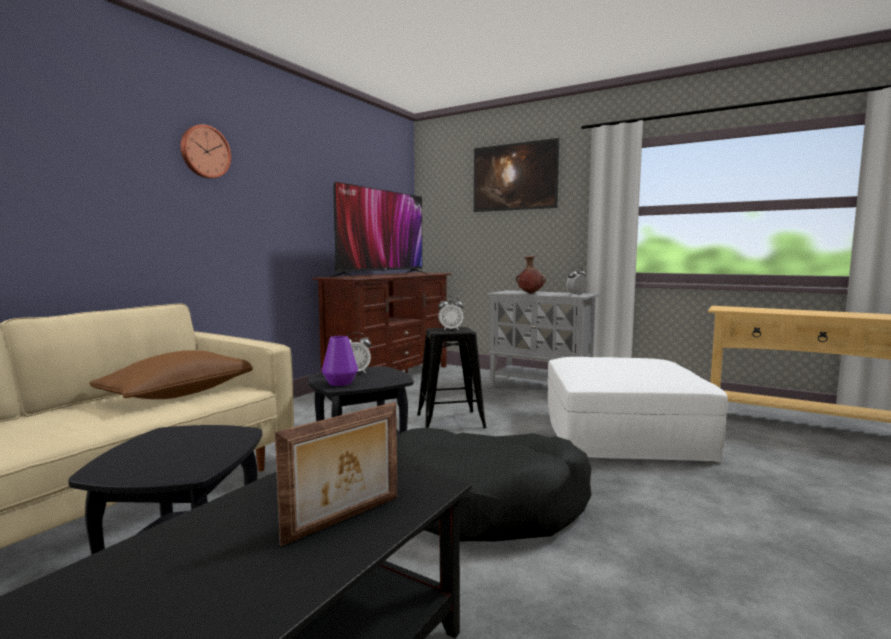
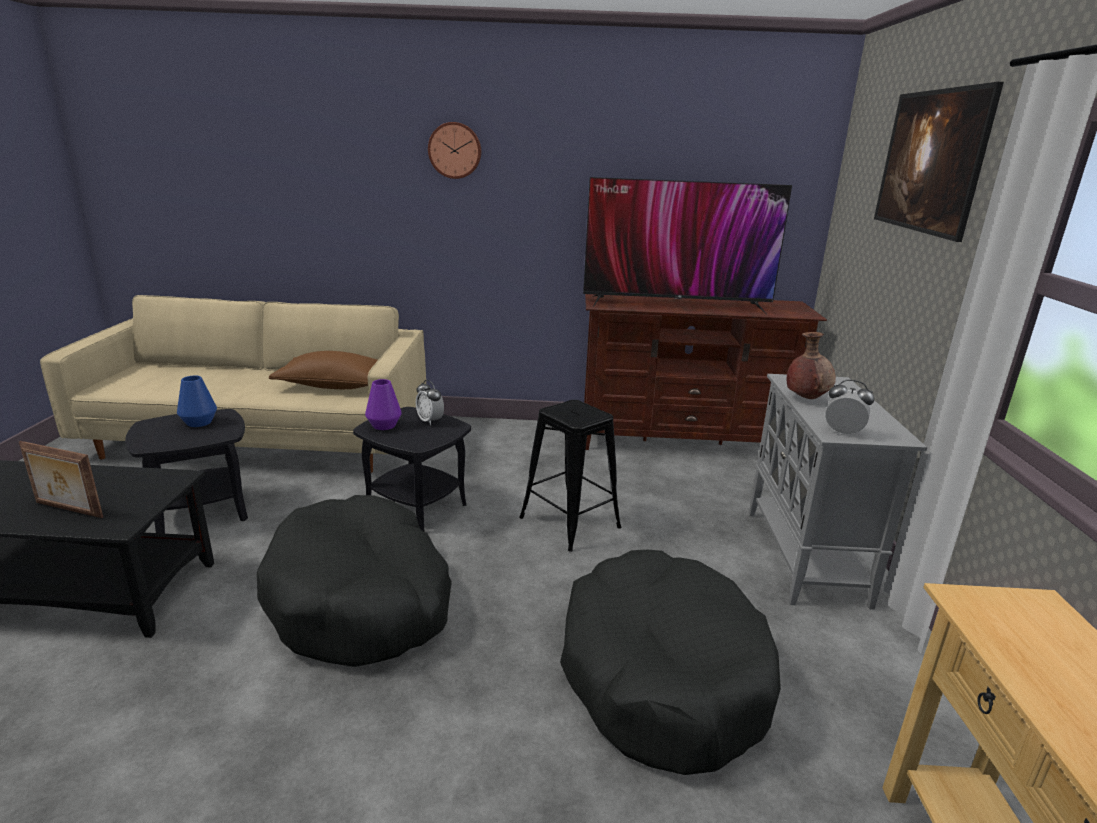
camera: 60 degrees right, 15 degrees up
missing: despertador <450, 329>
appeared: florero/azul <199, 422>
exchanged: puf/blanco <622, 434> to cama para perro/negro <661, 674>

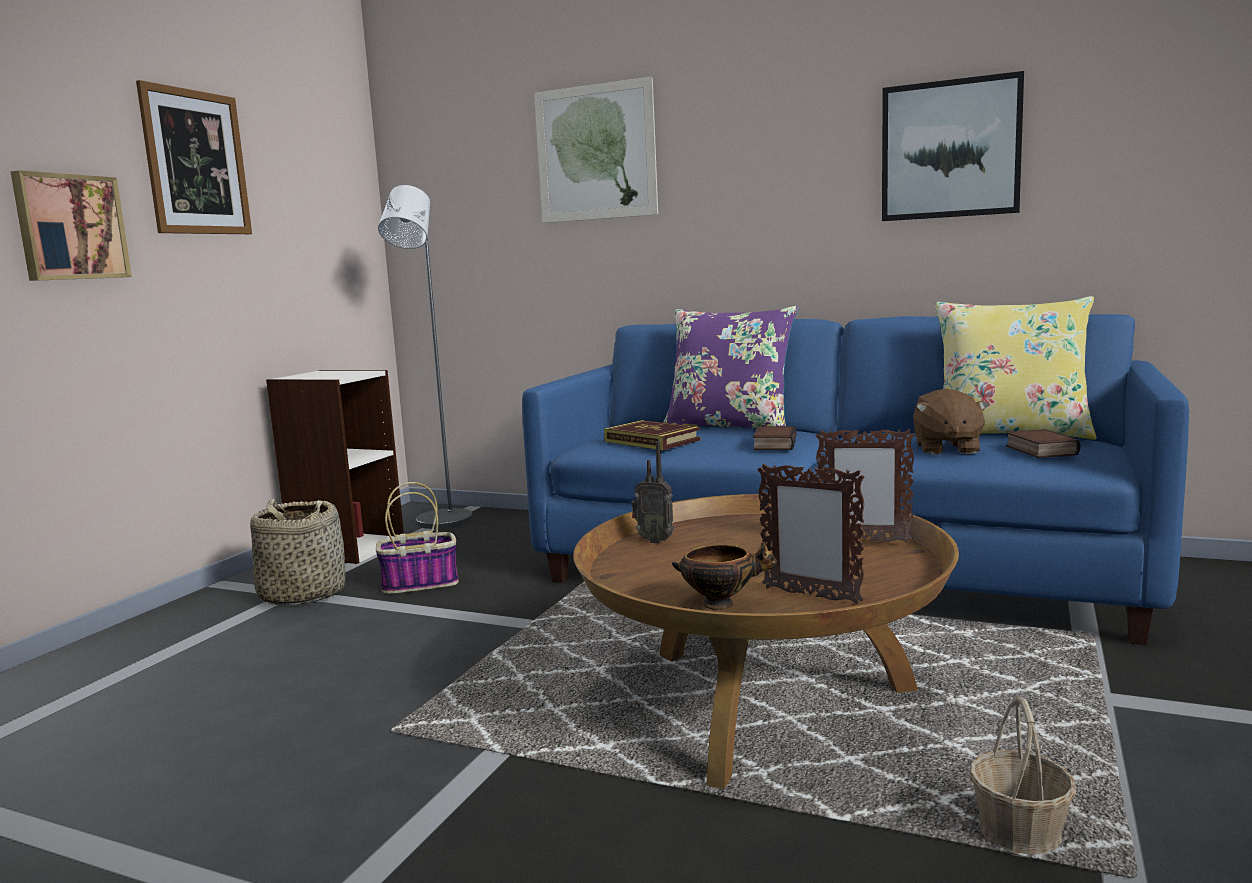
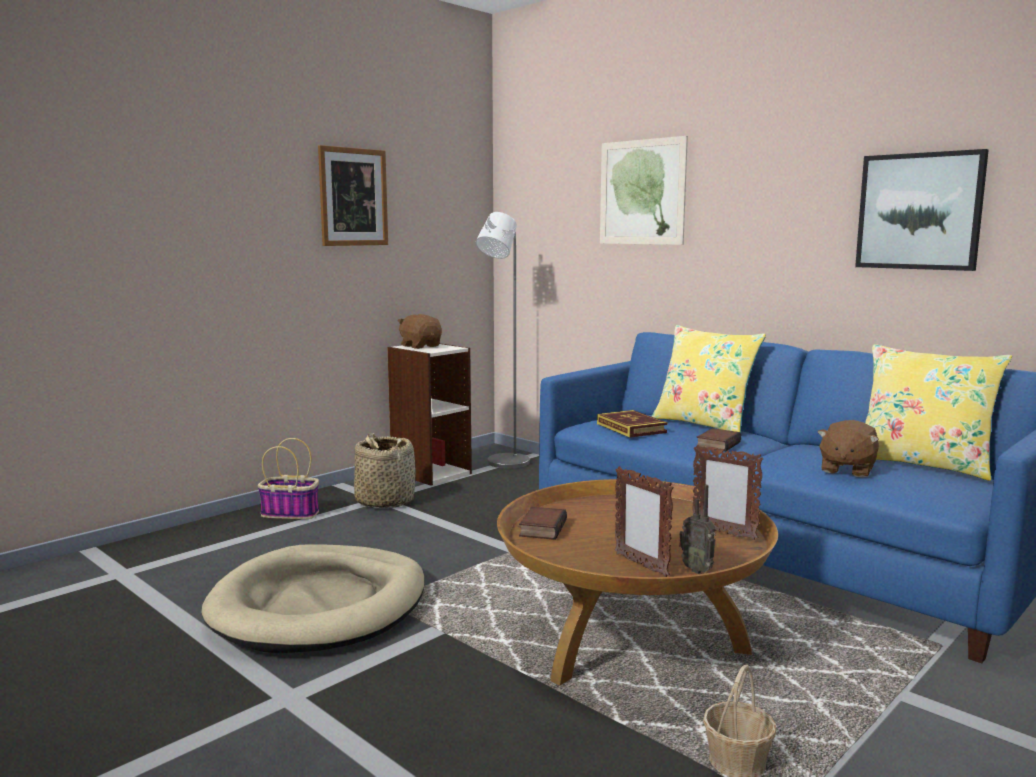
camera: 20 degrees right, 0 degrees up
missing: cuadro <70, 227>; cuenco <722, 604>
appeared: cama para perro/beis <320, 605>; peluche/marrón <420, 346>
relocated: cesta <421, 583> to <291, 513>; libro <1039, 450> to <541, 528>; radio <655, 540> to <697, 570>
colour: cojín/morado <730, 427> to cojín/amarillo <704, 424>

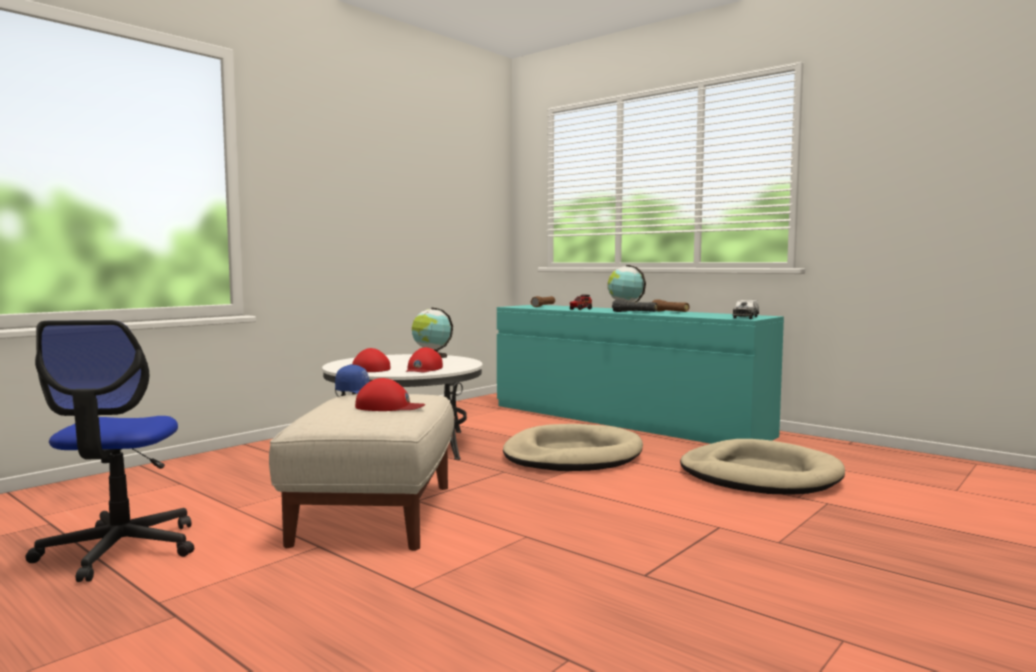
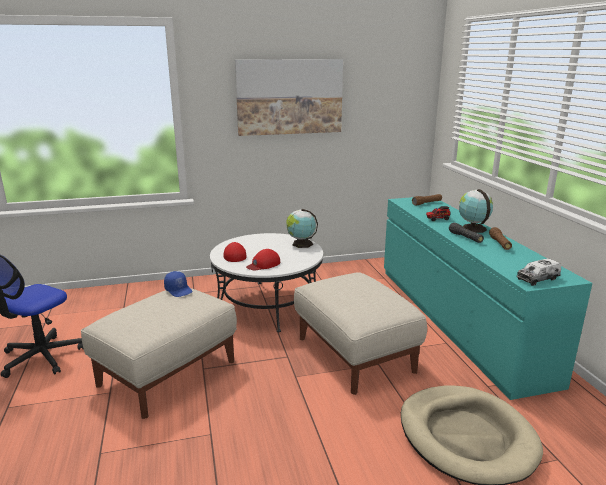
camera: 35 degrees right, 15 degrees up
missing: gorra/rojo <389, 407>
appeared: cuadro <289, 97>
exchanged: cama para perro/beis <572, 455> to puf/beis <355, 354>

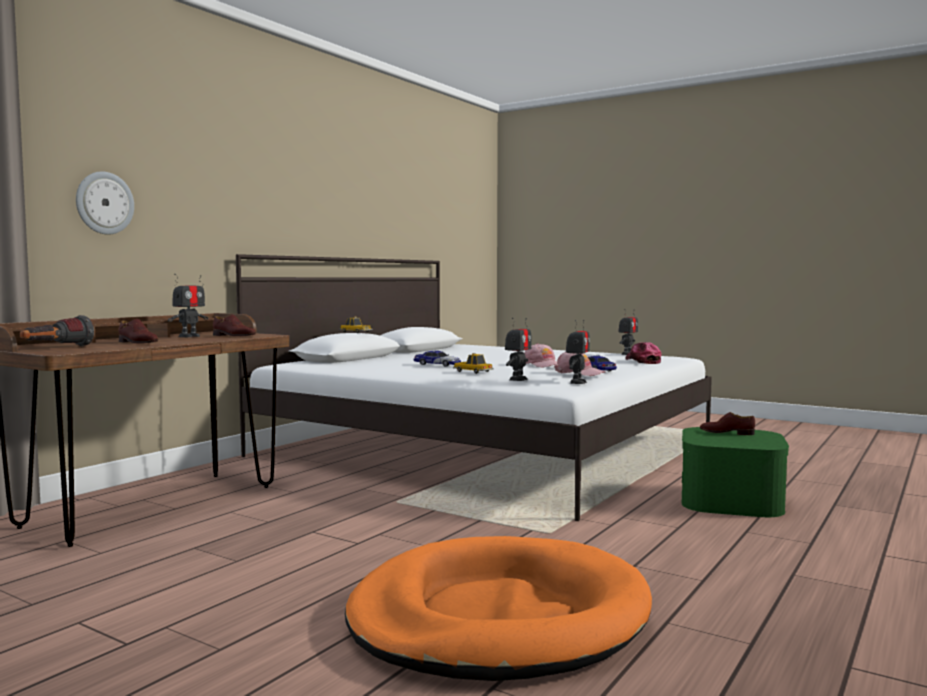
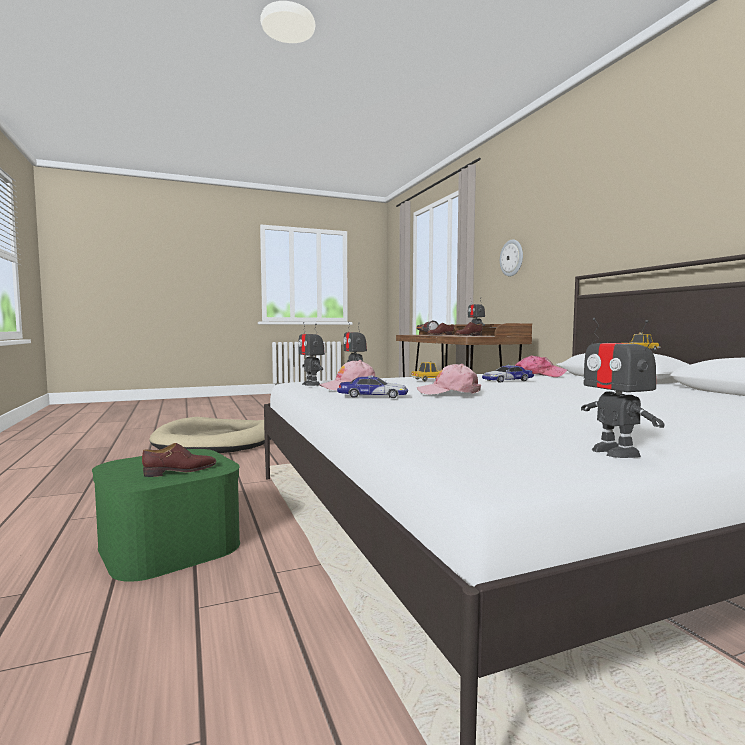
camera: 125 degrees right, 0 degrees up
relocated: gorra <642, 361> to <538, 375>
colour: cama para perro/naranja <498, 618> to cama para perro/beis <217, 441>

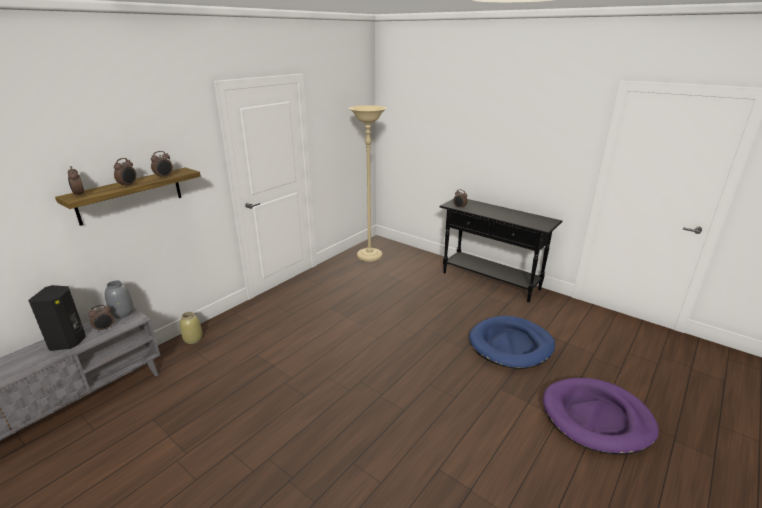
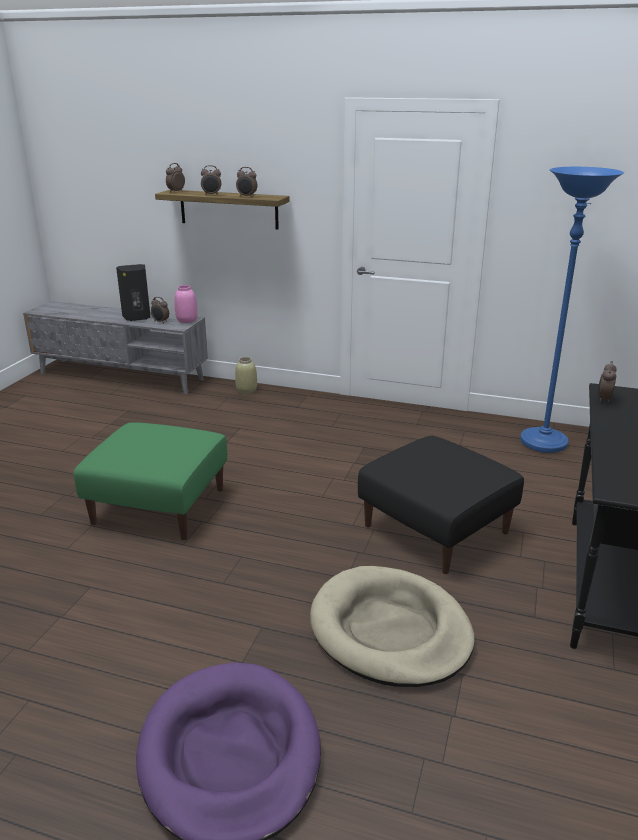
camera: 70 degrees right, 0 degrees up
appeared: puf/verde <160, 506>; puf/negro <434, 529>
colour: florero/gris <122, 313> to florero/rosa <186, 320>; cama para perro/azul <511, 345> to cama para perro/beis <390, 631>; lámpara de pie/beis <369, 256> to lámpara de pie/azul <543, 443>

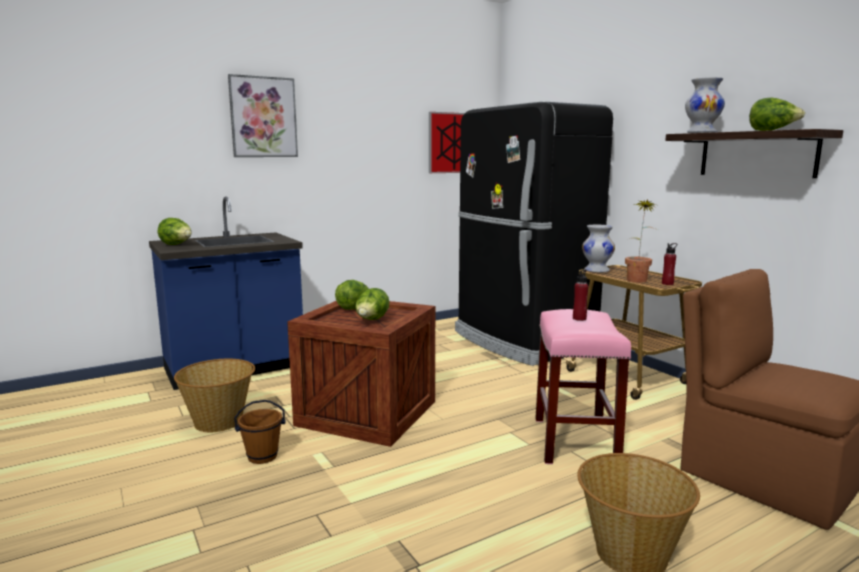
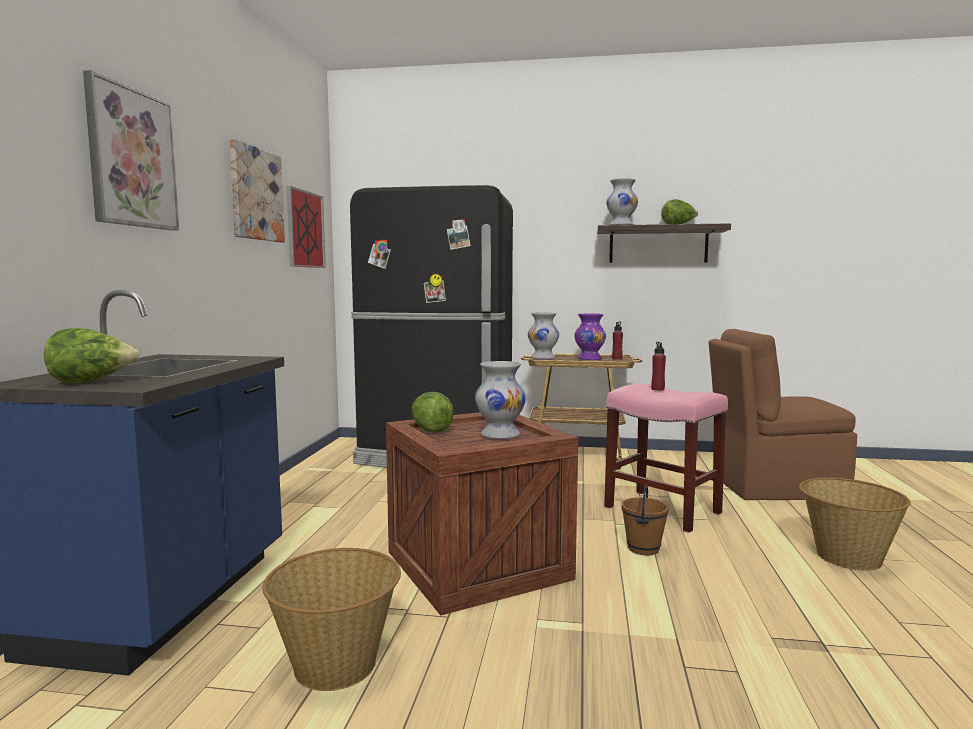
camera: 50 degrees left, 5 degrees down
appeared: cuadro <255, 194>
relocated: cubo/marrón <262, 456> to <642, 549>
exchanged: lechuga <372, 320> to florero/blanco <500, 434>; planta en maceta <638, 279> to florero/morado <589, 359>

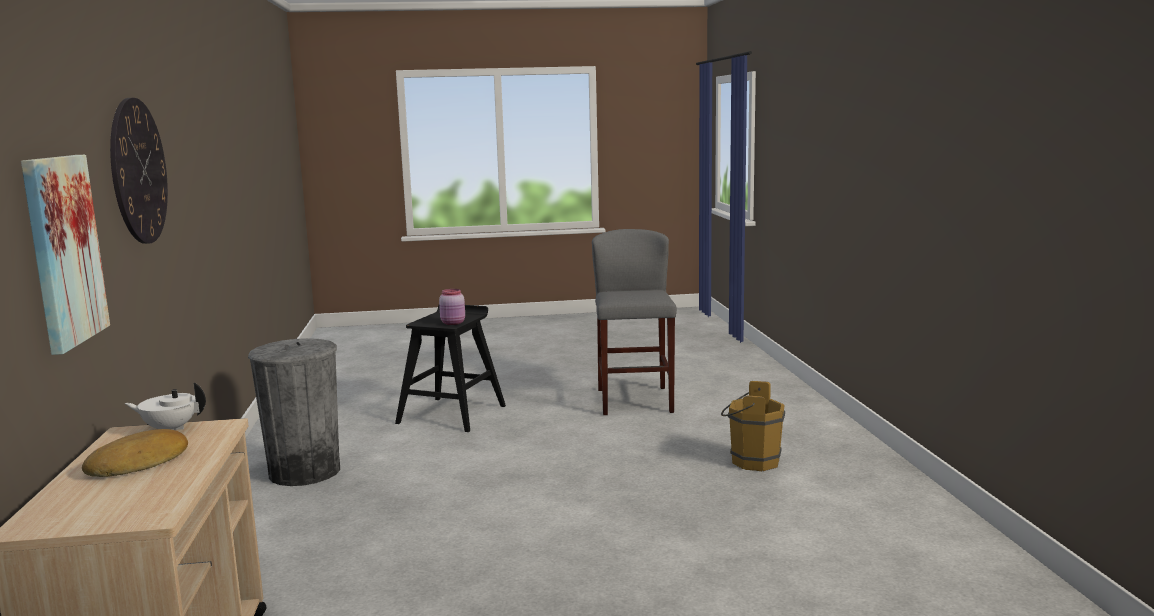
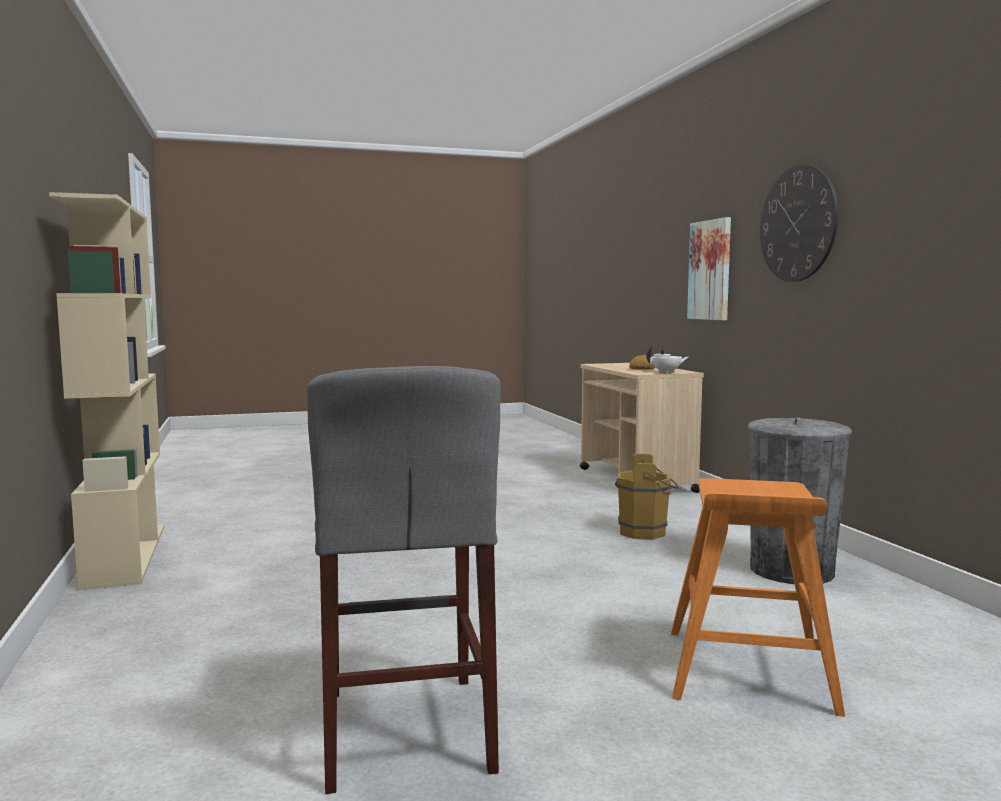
camera: 170 degrees right, 5 degrees down
missing: tarro/rosa <453, 323>
appeared: estantería/beis <125, 554>
relocated: cubo/marrón <751, 461> to <646, 533>
colour: taburete/negro <452, 414> to taburete/naranja <748, 671>

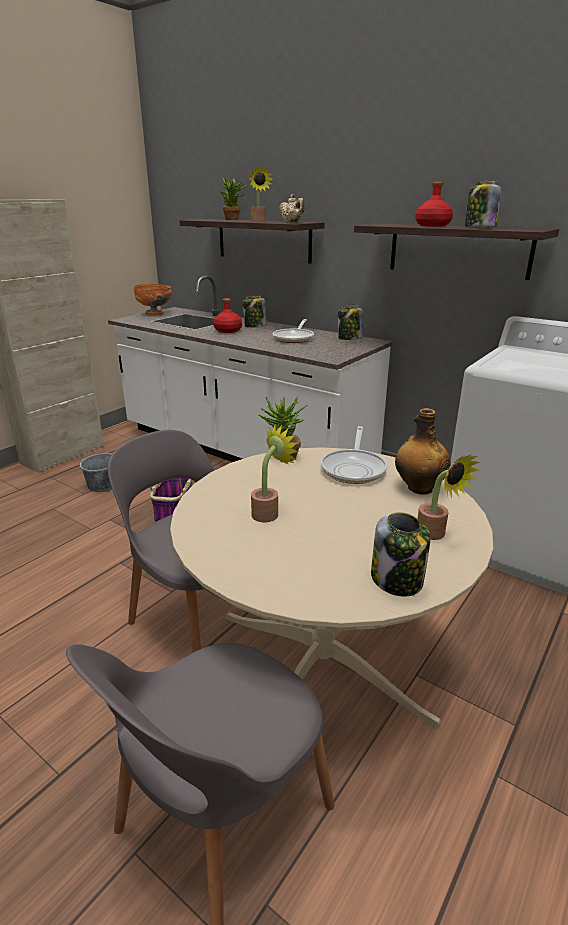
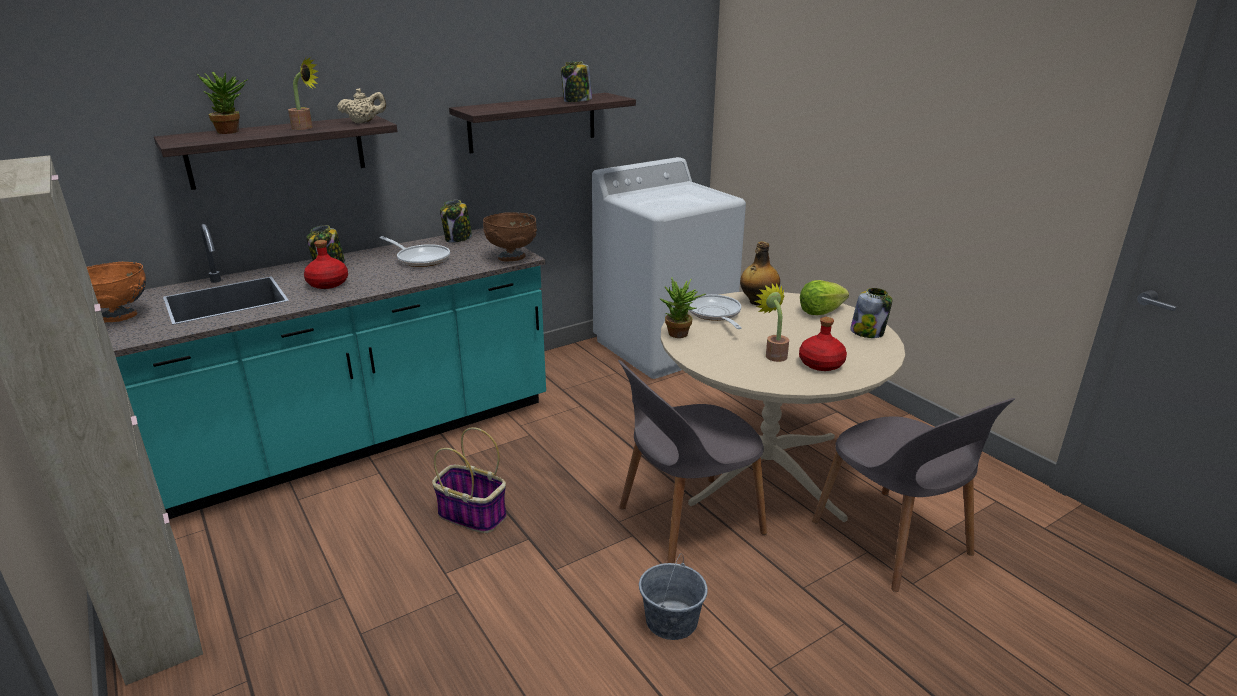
camera: 70 degrees left, 0 degrees up
appeared: cuenco/marrón <512, 258>
relocated: cubo/gris <103, 485> to <671, 620>; botella/rojo <433, 225> to <821, 364>
exchanged: planta en maceta <435, 534> to lechuga <820, 311>
colour: mueble bajo de cocina/blanco <243, 450> to mueble bajo de cocina/turquesa <359, 438>
spun: sartén <354, 468> = <715, 314> 135 degrees counterclockwise

